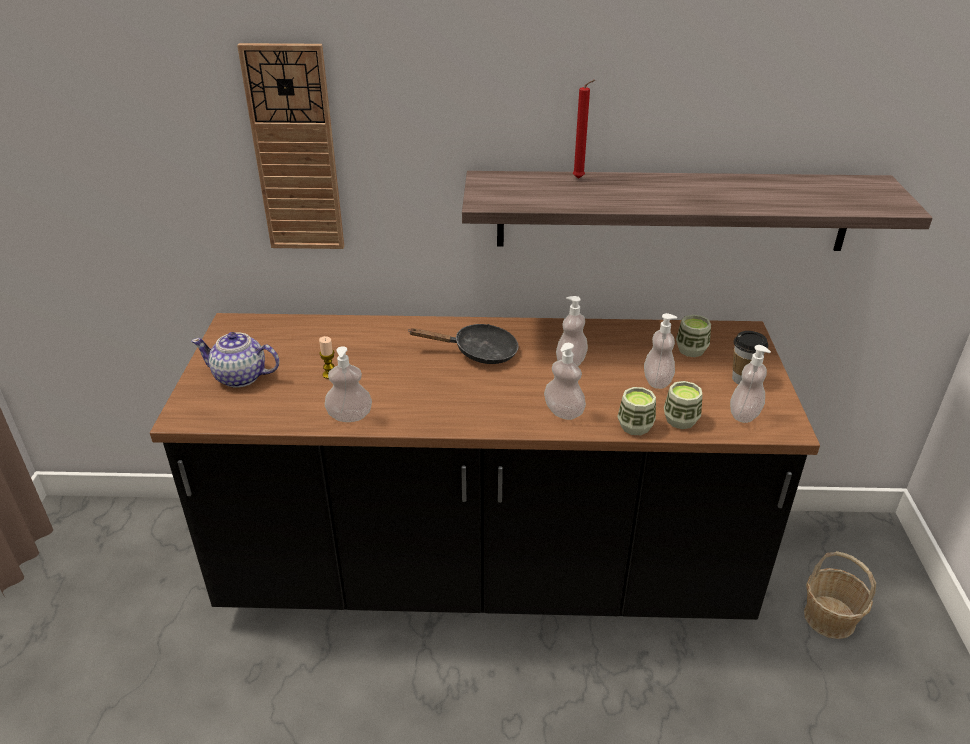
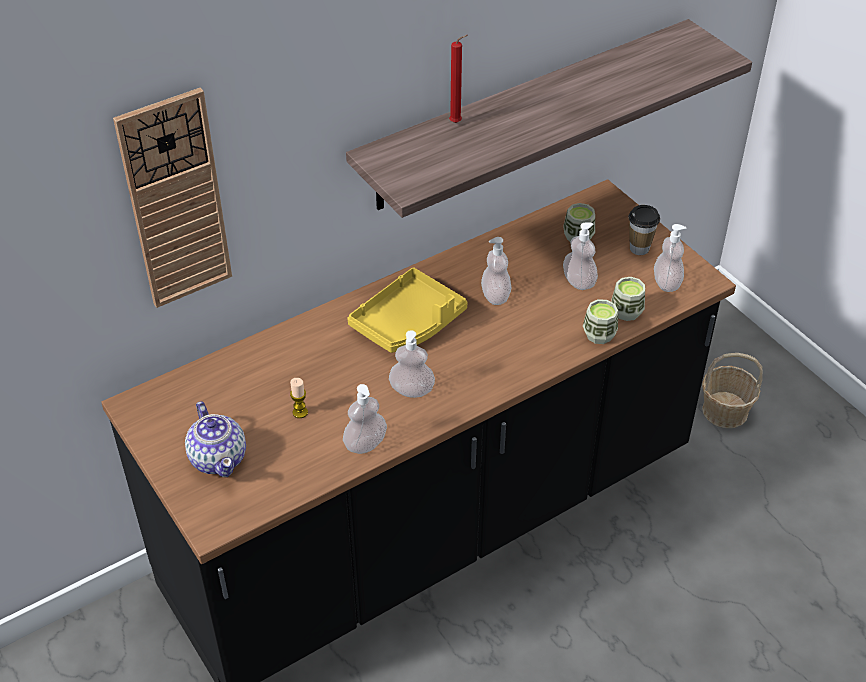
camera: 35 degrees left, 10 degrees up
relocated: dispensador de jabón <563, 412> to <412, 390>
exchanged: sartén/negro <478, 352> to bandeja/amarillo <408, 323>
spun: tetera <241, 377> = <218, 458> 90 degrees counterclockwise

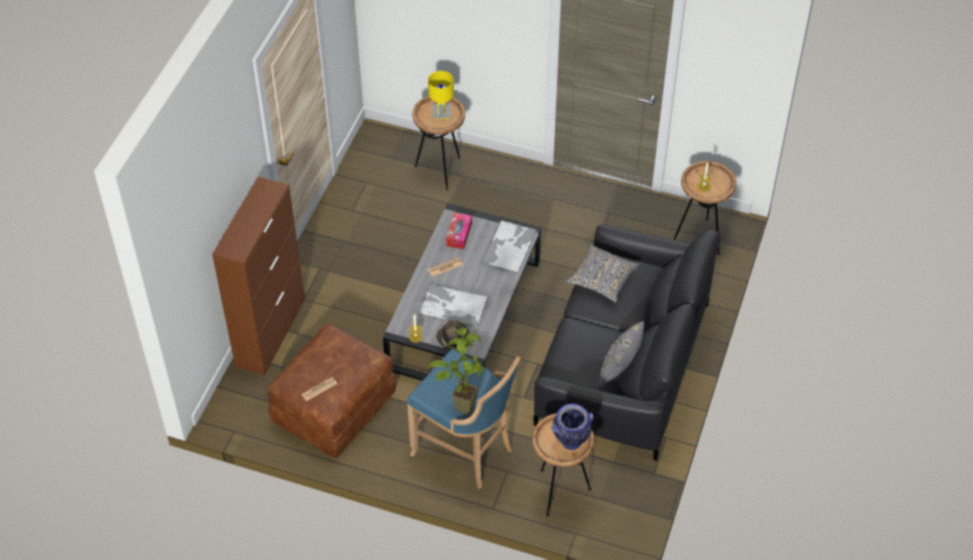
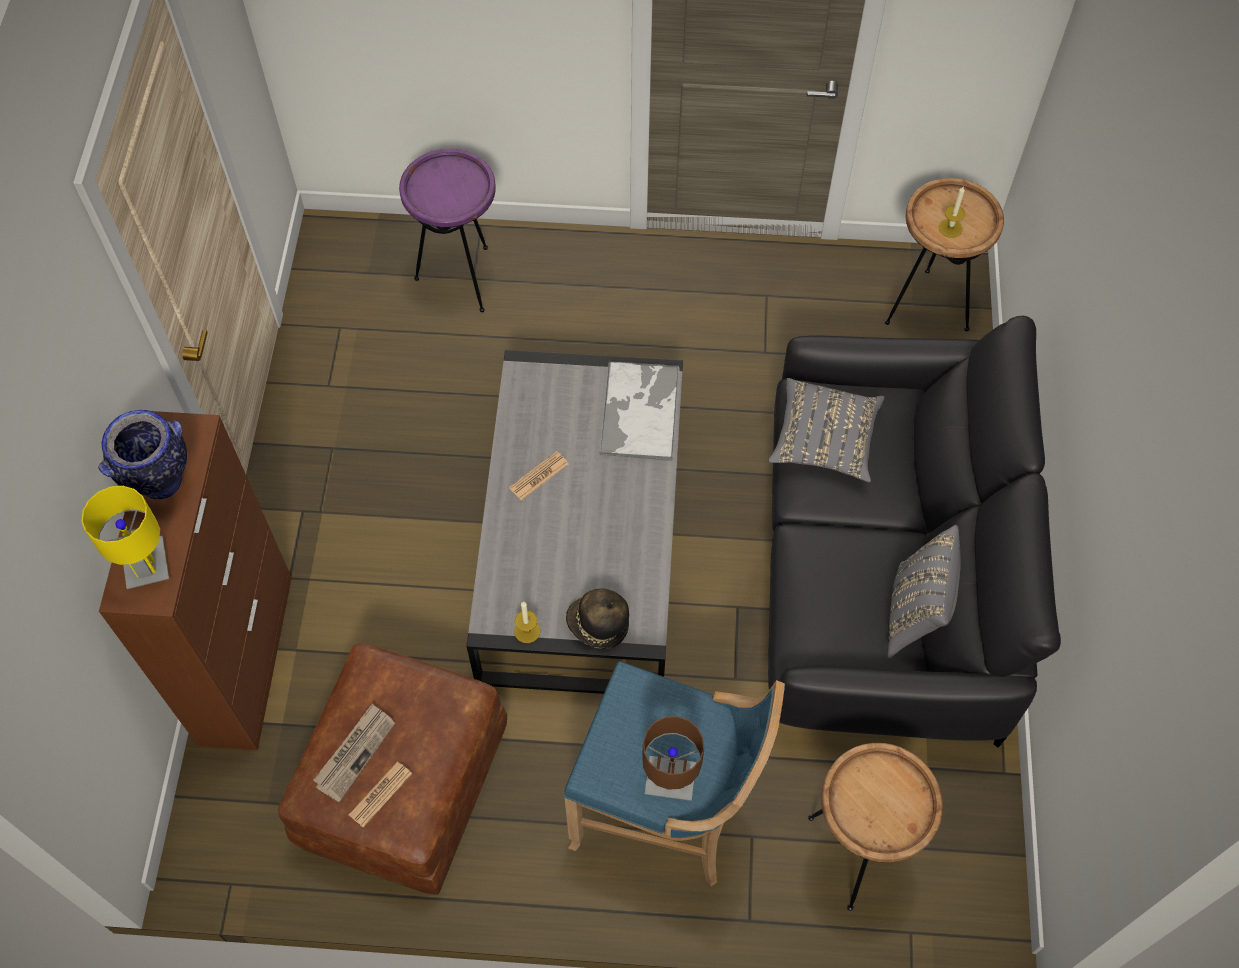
camera: 15 degrees left, 10 degrees up
missing: bandeja <452, 306>; caja de pañuelos <459, 234>
appeared: periódico <355, 752>
relocated: lámpara de mesa/amarillo <441, 112> to <146, 565>; florero <571, 442> to <161, 484>
exchanged: planta en maceta <459, 403> to lámpara de mesa/marrón <670, 780>
colour: mesa auxiliar/marrón <440, 170> to mesa auxiliar/morado <461, 278>

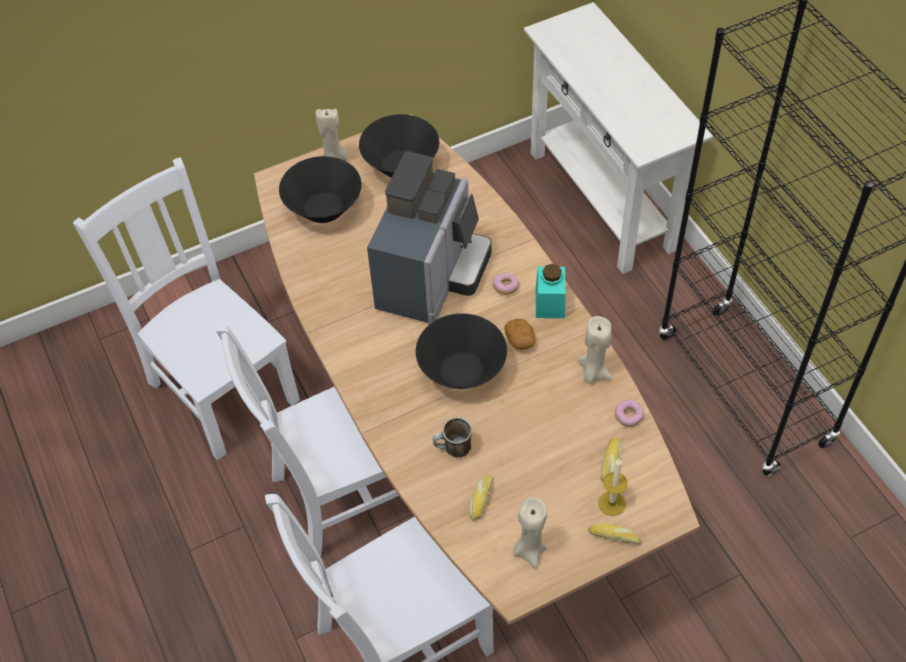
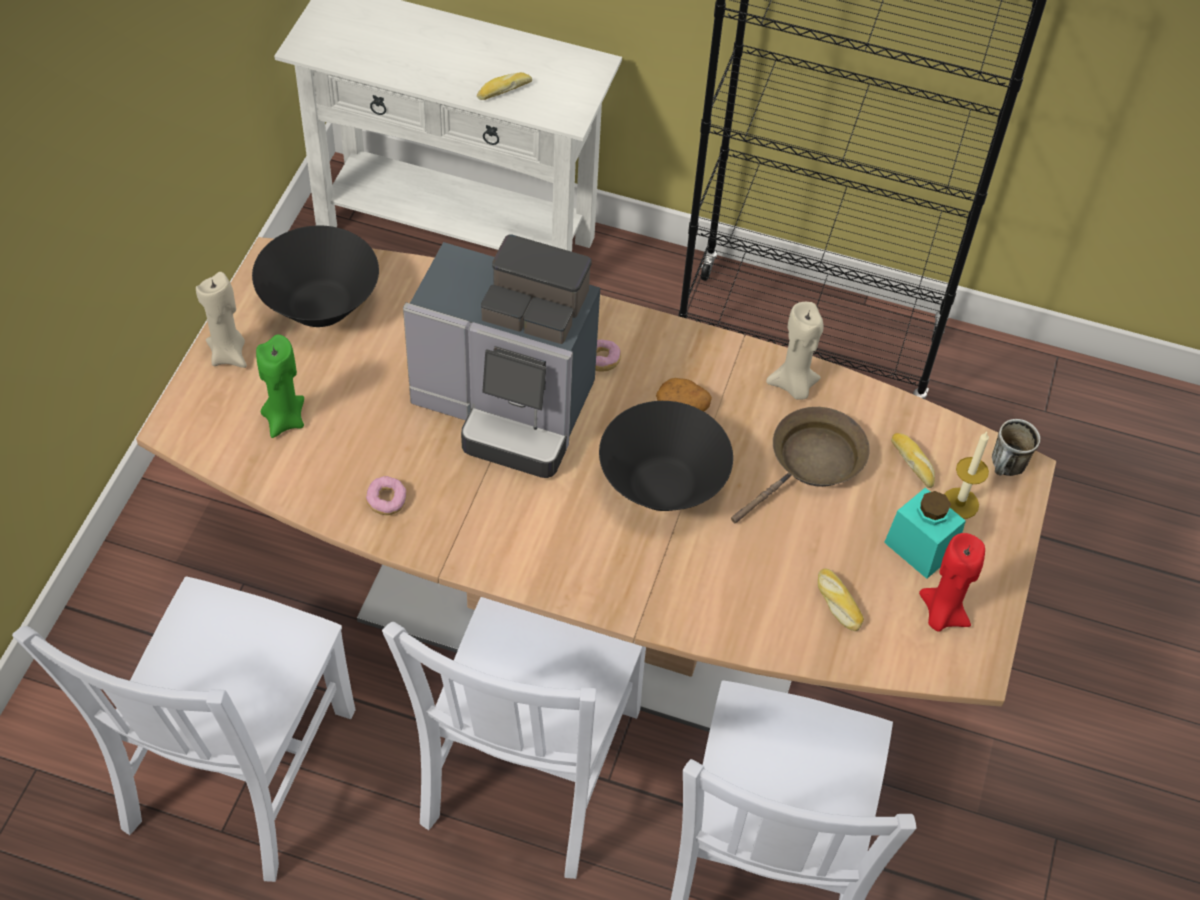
camera: 50 degrees left, 0 degrees up
appeared: sartén/marrón <811, 463>
relocated: rosquilla <628, 416> to <386, 501>; pan <614, 535> to <503, 90>; tarro/turquesa <550, 303> to <920, 548>; taza grande <453, 450> to <1006, 470>
exchanged: cuenco/negro <324, 209> to vela/verde <284, 419>
colour: vela/beis <529, 550> to vela/rojo <941, 614>
spun: silla/blanco <220, 388> = <236, 776> 75 degrees counterclockwise; cafetera <432, 276> = <507, 406> 135 degrees clockwise

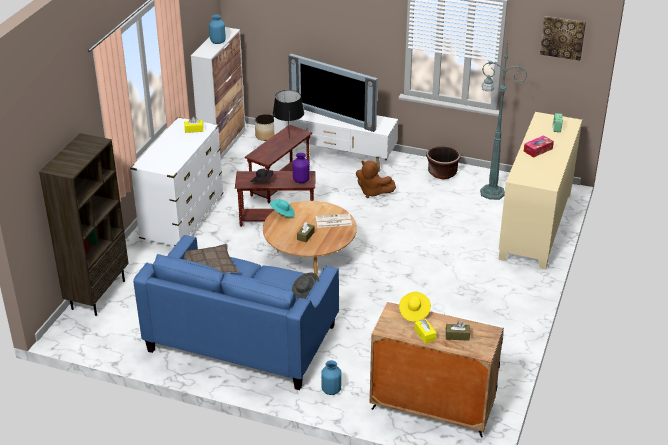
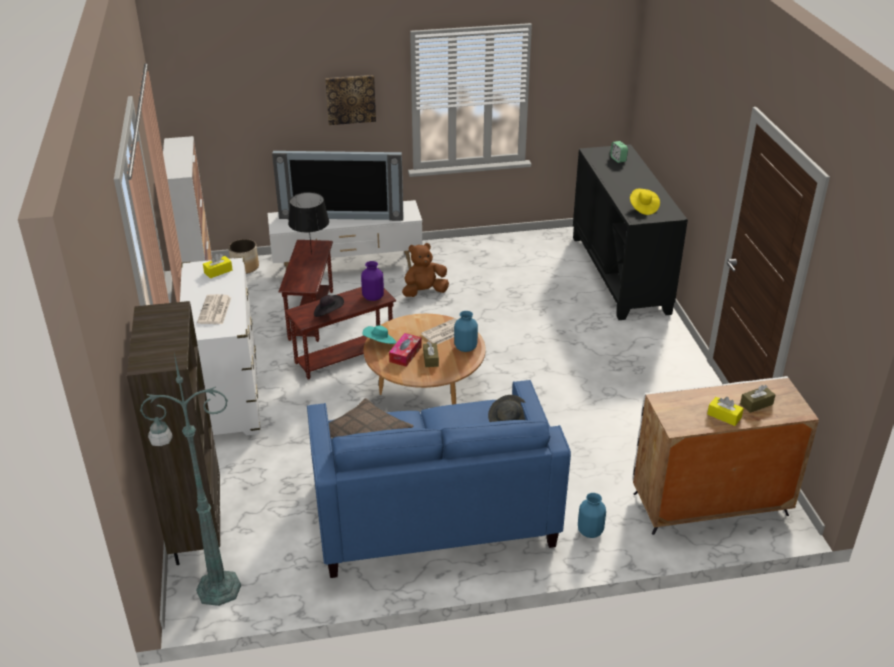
camera: 30 degrees left, 0 degrees up
missing: maceta/marrón <442, 173>
appeared: periódico <215, 310>
relocated: lámpara de pie/verde <490, 192> to <216, 588>; cuadro <562, 37> to <350, 99>; caja de pañuelos <538, 150> to <405, 354>; florero/azul <218, 42> to <465, 347>; sombrero/amarillo <414, 312> to <643, 208>
colour: armario/beis <536, 226> to armario/negro <620, 274>
spun: peluche/marrón <373, 192> = <424, 292> 150 degrees clockwise

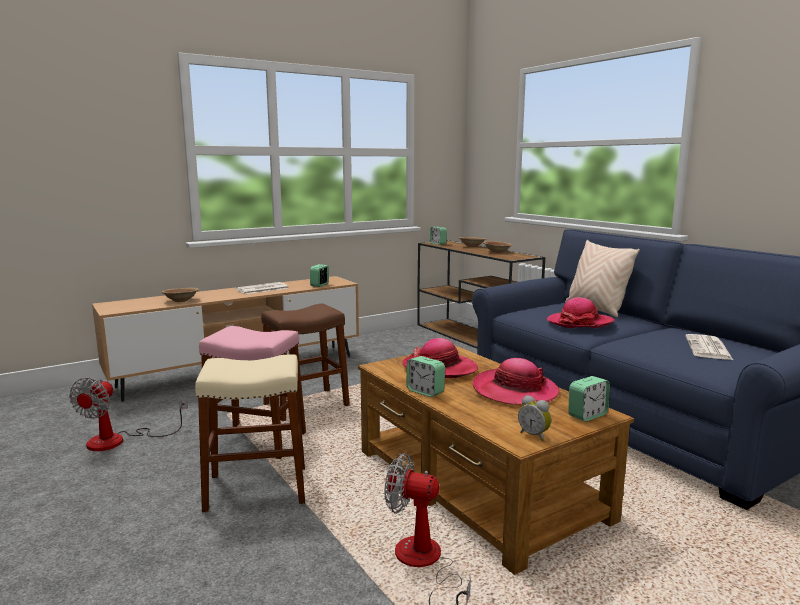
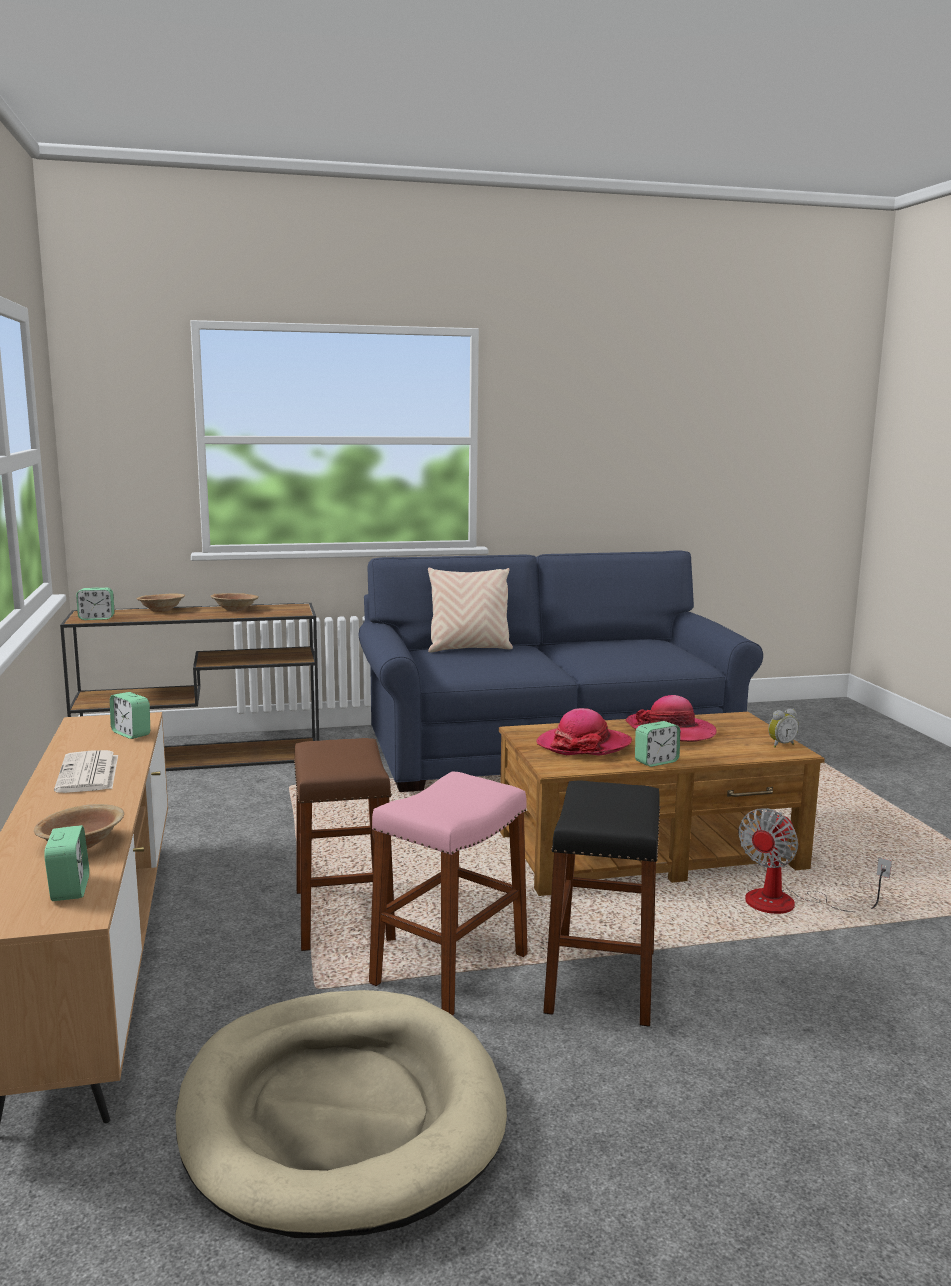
camera: 70 degrees left, 0 degrees up
missing: sombrero <580, 323>; periódico <708, 348>
relocated: despertador <587, 415> to <70, 889>
exchanged: ventilador <119, 440> to cama para perro/beis <341, 1115>
colour: taburete/beis <257, 488> to taburete/negro <601, 980>

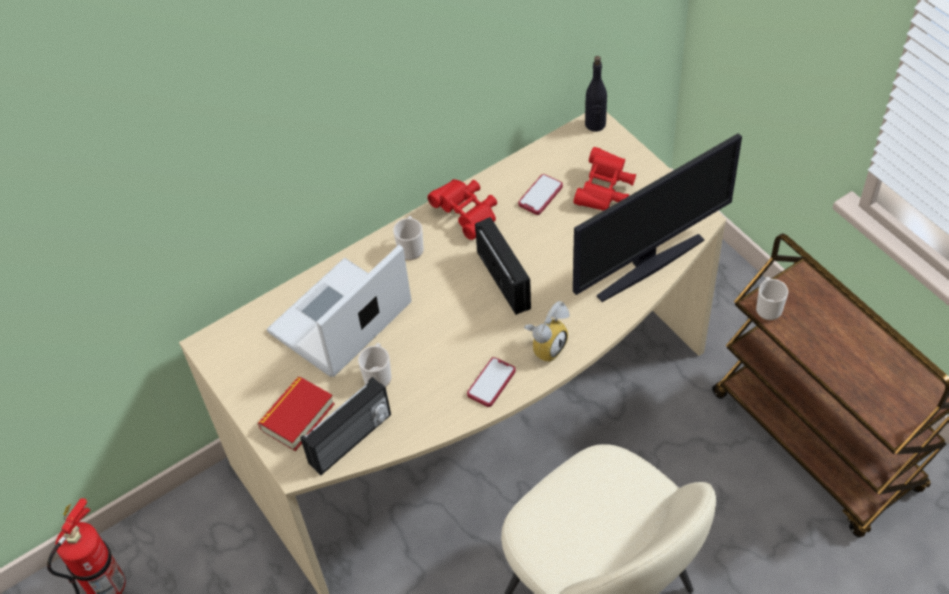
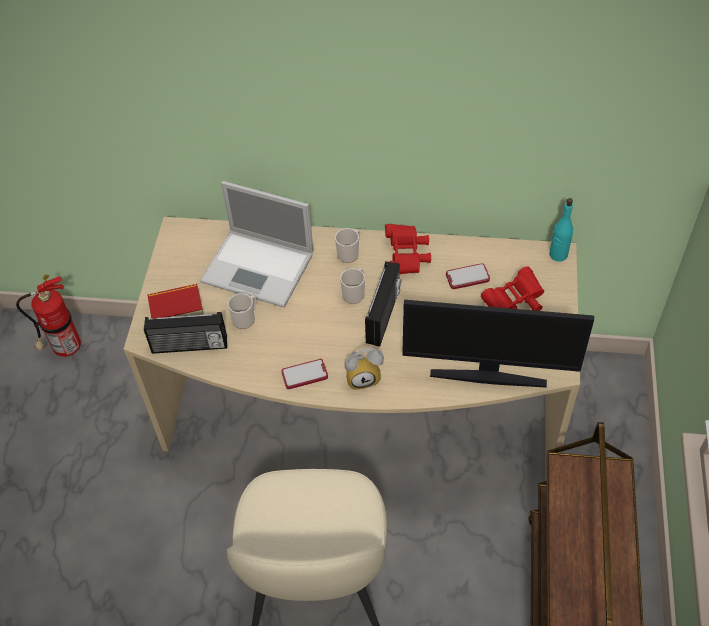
camera: 40 degrees right, 0 degrees up
relocated: taza grande <768, 307> to <354, 293>
colour: botella/negro <595, 124> to botella/turquesa <558, 255>
spun: portátil <338, 320> = <260, 268> 150 degrees counterclockwise

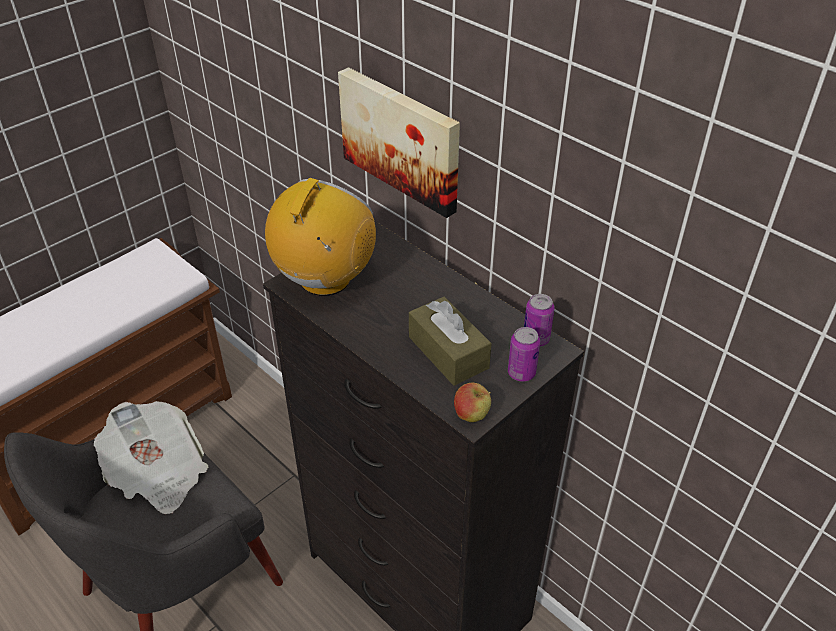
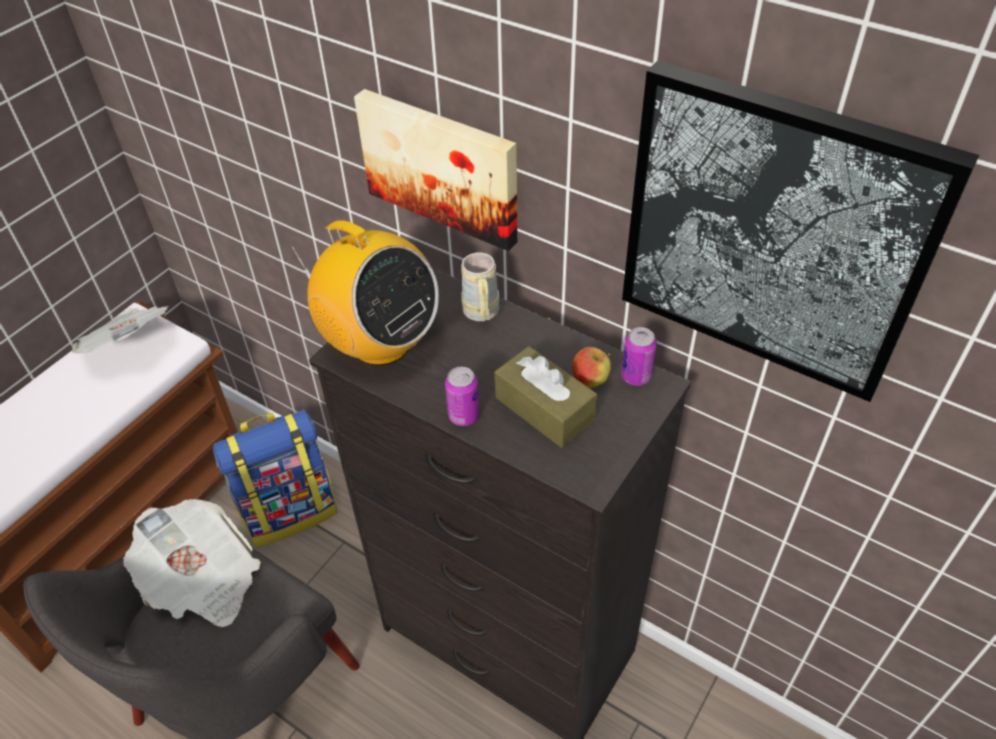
camera: 10 degrees left, 5 degrees up
appeared: periódico <129, 345>; mochila <290, 510>; taza grande/beis <481, 315>; cuadro <773, 234>
relocated: lata <521, 373> to <463, 416>; manzana <471, 416> to <590, 381>
spun: radio <325, 280> = <380, 343> 120 degrees clockwise

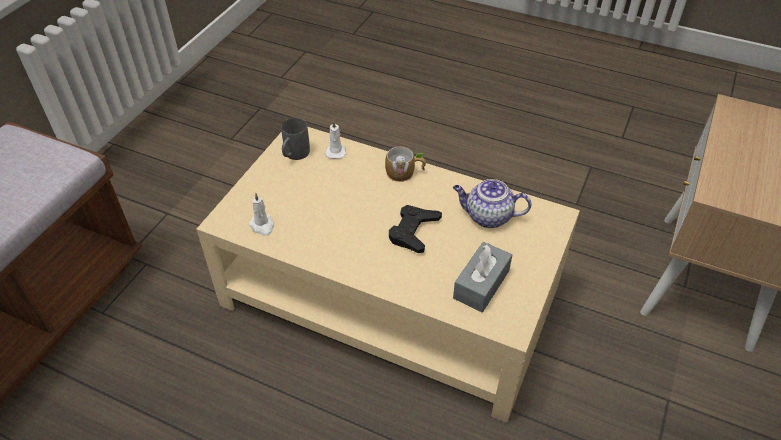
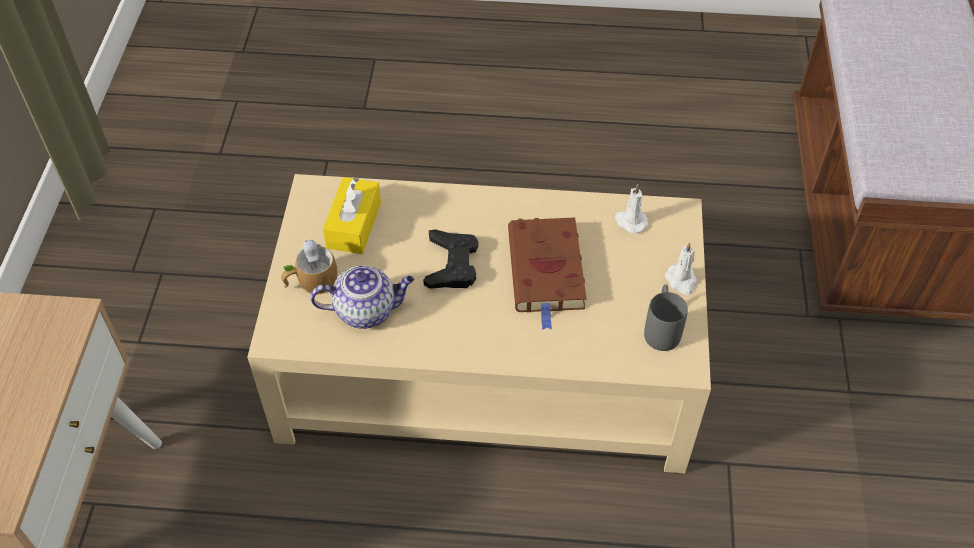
camera: 160 degrees right, 5 degrees up
appeared: libro/marrón <547, 272>
relocated: taza grande <405, 173> to <311, 281>; vela/blanco <336, 151> to <681, 281>
colour: caja de pañuelos/gris <481, 284> to caja de pañuelos/amarillo <354, 225>

